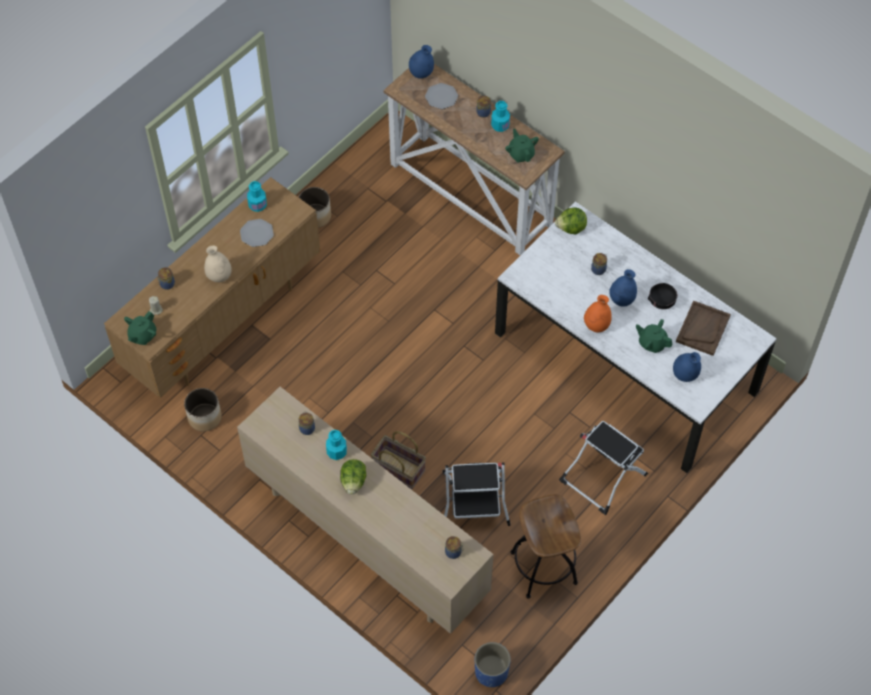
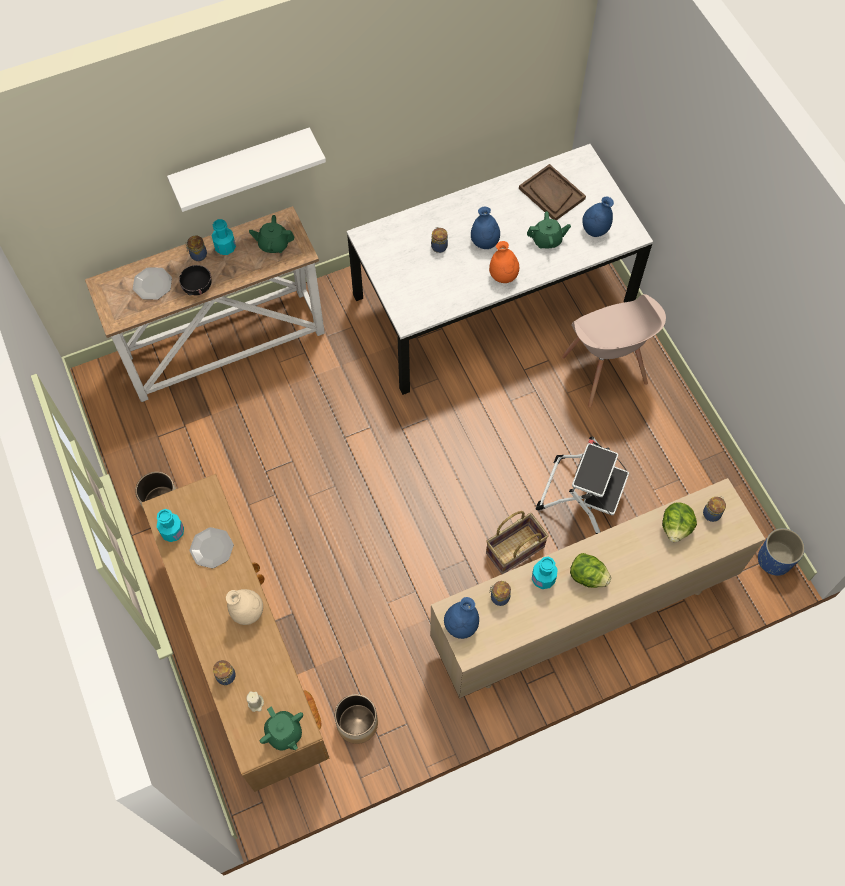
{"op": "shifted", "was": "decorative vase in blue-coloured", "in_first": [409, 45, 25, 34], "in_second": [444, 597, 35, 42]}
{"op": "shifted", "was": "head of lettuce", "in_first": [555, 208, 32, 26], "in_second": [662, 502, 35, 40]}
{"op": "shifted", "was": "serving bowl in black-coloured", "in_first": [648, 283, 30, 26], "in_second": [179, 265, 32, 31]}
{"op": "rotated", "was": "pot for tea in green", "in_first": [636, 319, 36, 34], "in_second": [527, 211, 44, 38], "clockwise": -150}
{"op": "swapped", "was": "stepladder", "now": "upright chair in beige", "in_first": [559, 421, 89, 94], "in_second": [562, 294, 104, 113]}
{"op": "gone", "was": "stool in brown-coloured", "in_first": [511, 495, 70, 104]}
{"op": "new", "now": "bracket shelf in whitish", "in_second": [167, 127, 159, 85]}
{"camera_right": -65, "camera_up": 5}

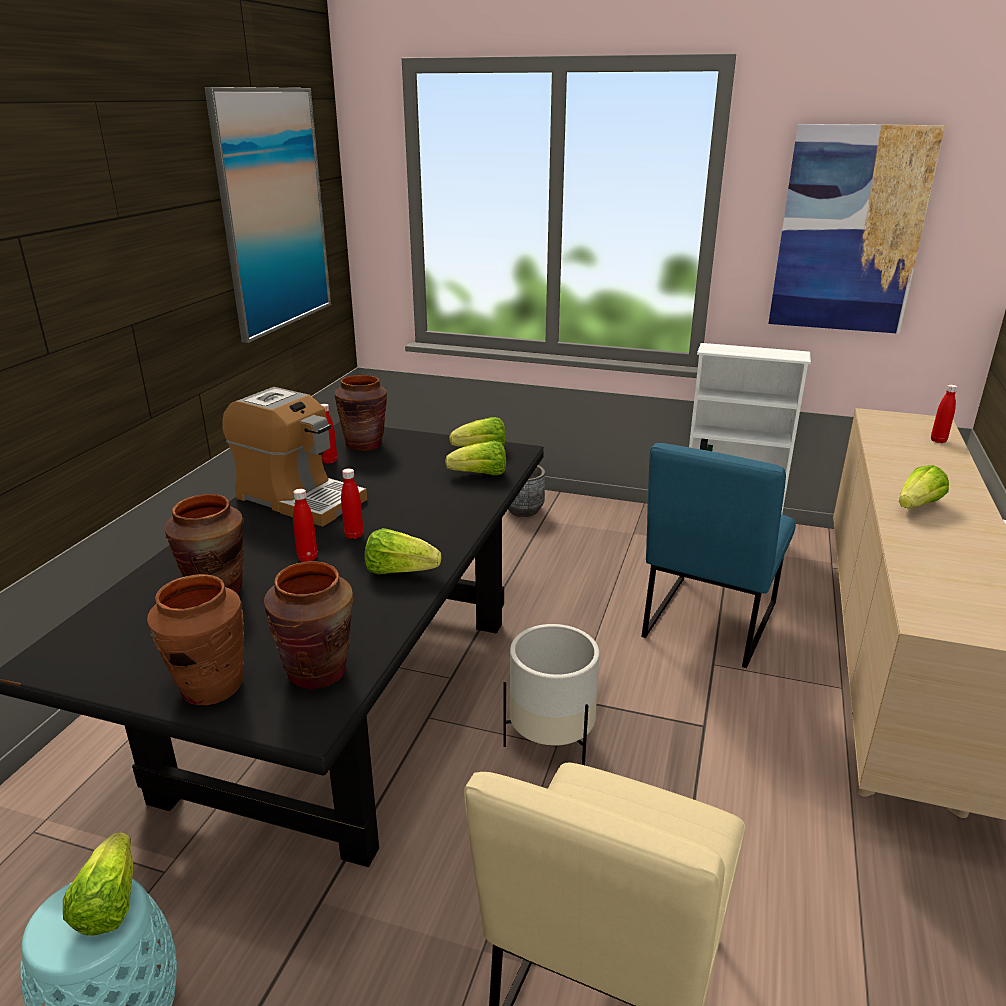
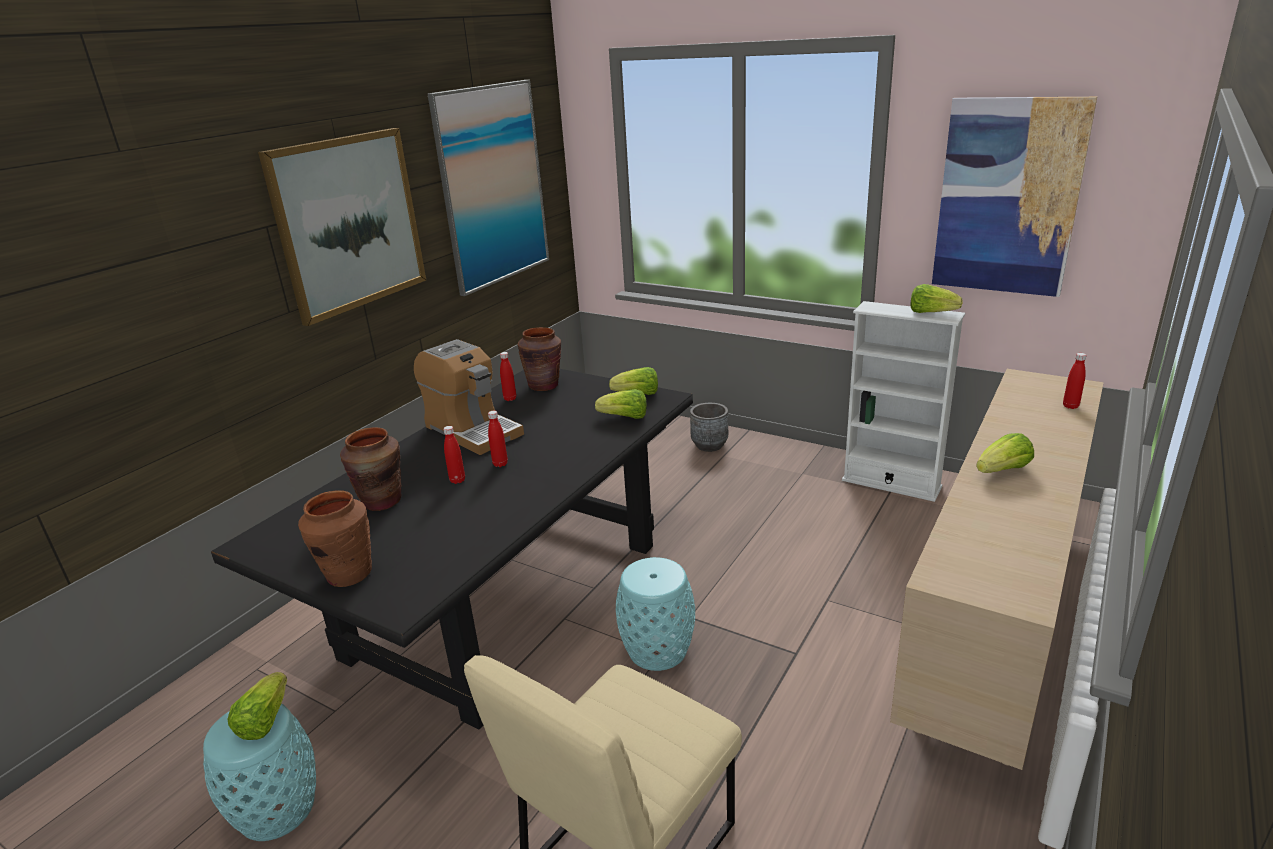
{"op": "gone", "was": "upright chair in blue-coloured", "in_first": [641, 443, 155, 225]}
{"op": "shifted", "was": "head of lettuce", "in_first": [365, 528, 76, 46], "in_second": [911, 284, 52, 29]}
{"op": "gone", "was": "decorative vase in brown-coloured", "in_first": [264, 561, 90, 128]}
{"op": "swapped", "was": "planter in whitish", "now": "stool in blue-green", "in_first": [503, 624, 96, 141], "in_second": [616, 557, 79, 114]}
{"op": "new", "now": "wall picture", "in_second": [258, 128, 168, 198]}
{"camera_right": 15, "camera_up": 0}

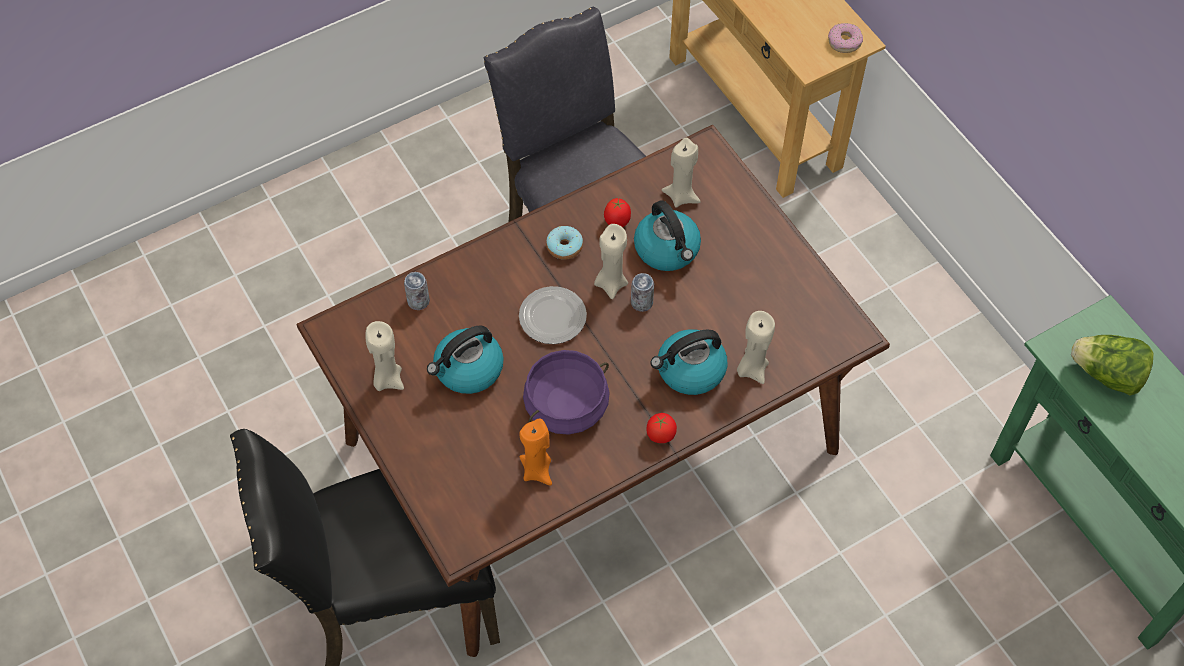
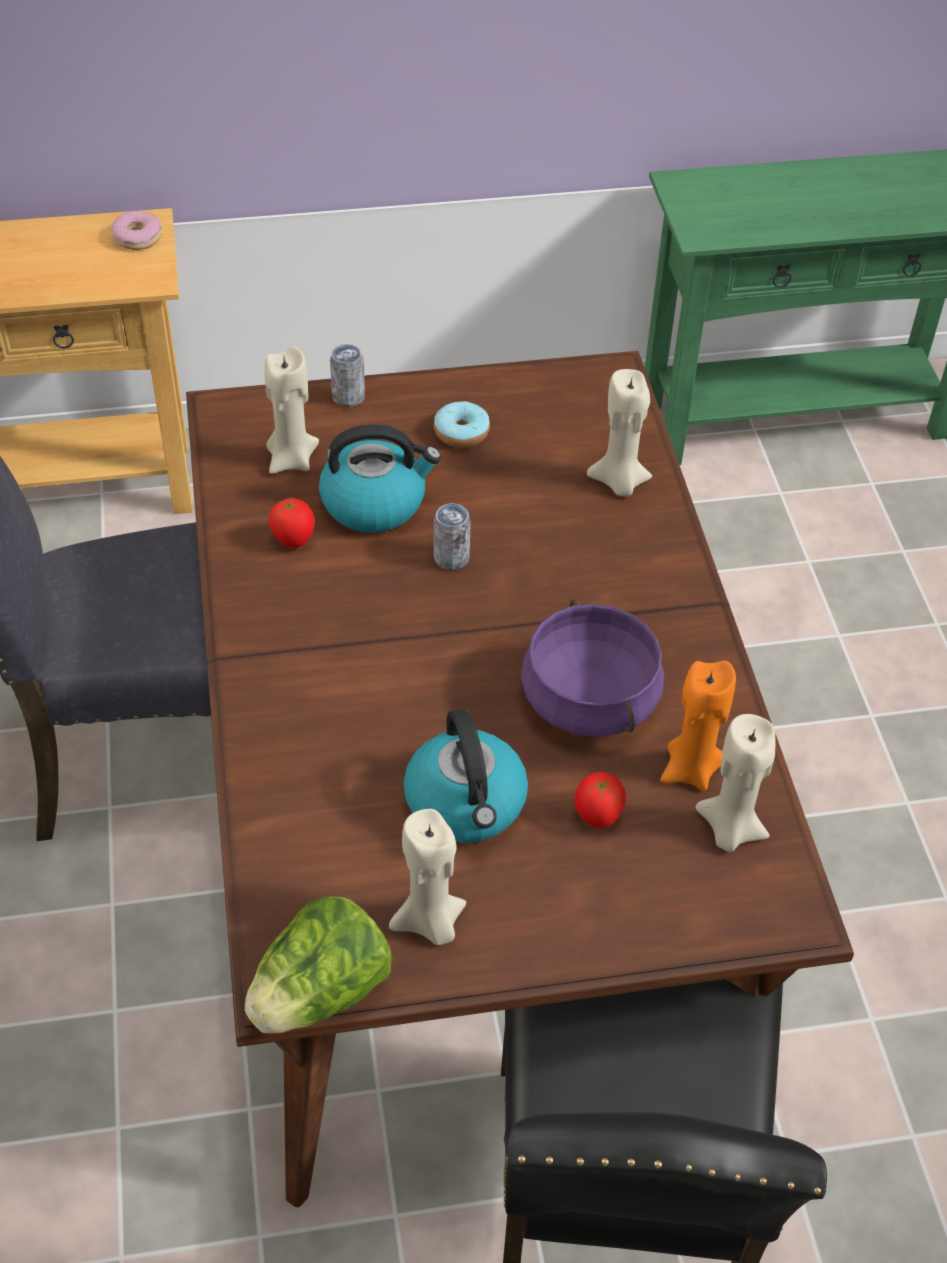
{"op": "shifted", "was": "wax light in beige", "in_first": [594, 224, 34, 75], "in_second": [696, 714, 79, 138]}
{"op": "shifted", "was": "ring doughnut", "in_first": [546, 226, 37, 34], "in_second": [434, 401, 56, 47]}
{"op": "shifted", "was": "metal can", "in_first": [404, 272, 26, 38], "in_second": [330, 344, 35, 63]}
{"op": "gone", "was": "plate", "in_first": [519, 286, 68, 58]}
{"op": "gone", "was": "tea kettle", "in_first": [650, 329, 78, 66]}
{"op": "shifted", "was": "head of lettuce", "in_first": [1071, 335, 83, 61], "in_second": [244, 896, 148, 138]}
{"op": "shifted", "was": "tomato", "in_first": [646, 413, 31, 30], "in_second": [575, 772, 51, 56]}
{"camera_right": -70, "camera_up": -10}

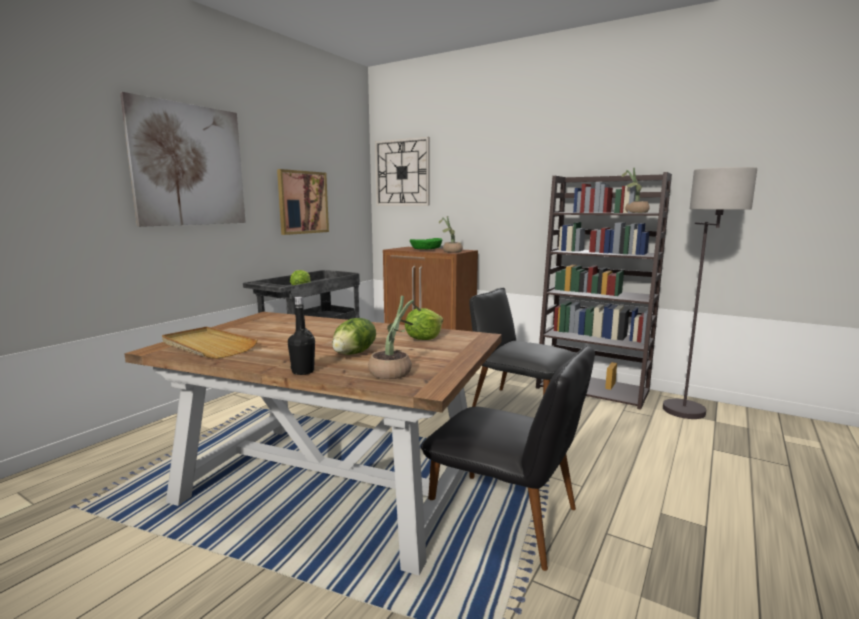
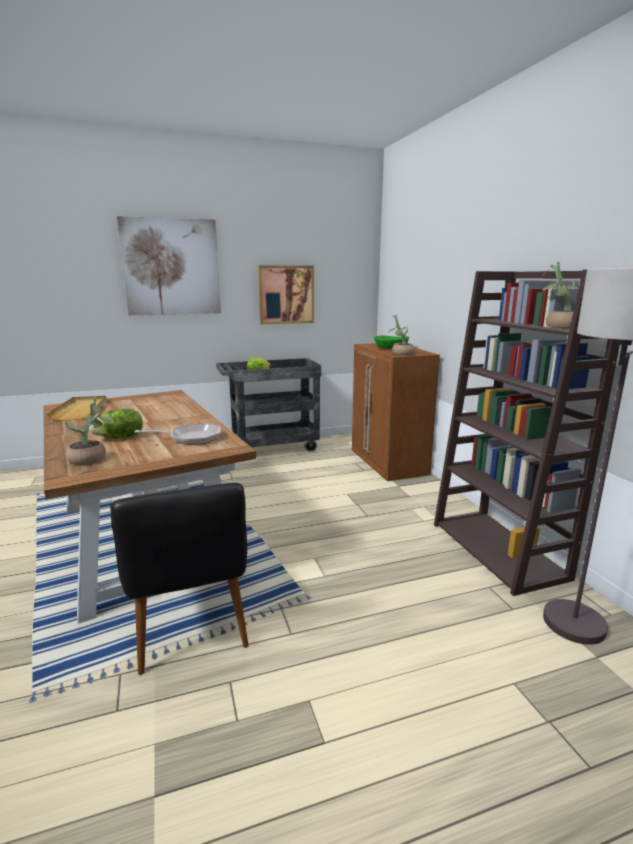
{"op": "gone", "was": "hanging clock", "in_first": [375, 137, 55, 68]}
{"op": "gone", "was": "upright chair in black-coloured", "in_first": [469, 288, 107, 119]}
{"op": "gone", "was": "drink bottle in black-coloured", "in_first": [288, 297, 27, 78]}
{"op": "swapped", "was": "head of lettuce", "now": "frying pan", "in_first": [405, 308, 38, 32], "in_second": [134, 423, 87, 22]}
{"camera_right": 40, "camera_up": 5}

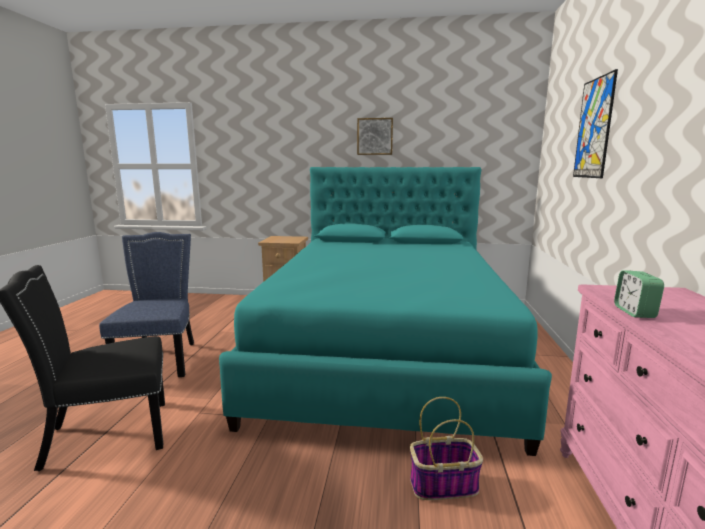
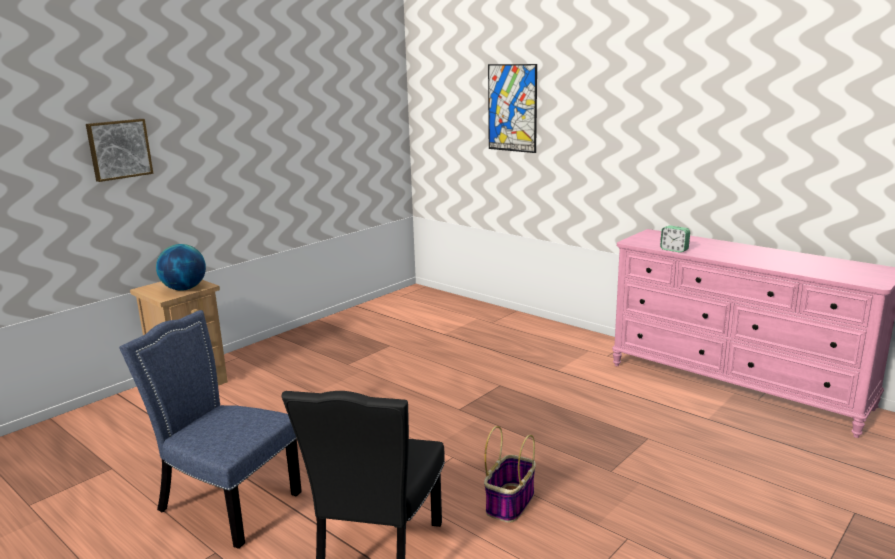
{"op": "shifted", "was": "wall picture", "in_first": [357, 118, 36, 37], "in_second": [86, 119, 67, 63]}
{"op": "gone", "was": "bedroom bed in blue-green", "in_first": [219, 167, 333, 289]}
{"op": "shifted", "was": "household basket", "in_first": [410, 397, 73, 103], "in_second": [484, 426, 52, 97]}
{"op": "new", "now": "world globe", "in_second": [156, 244, 50, 47]}
{"camera_right": -55, "camera_up": 5}

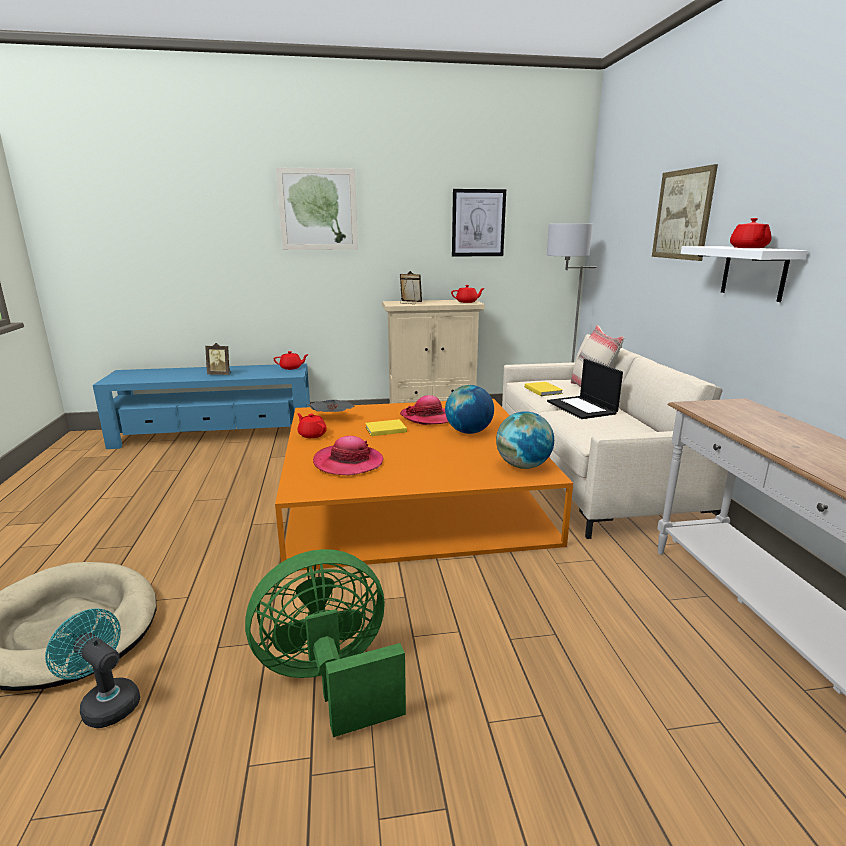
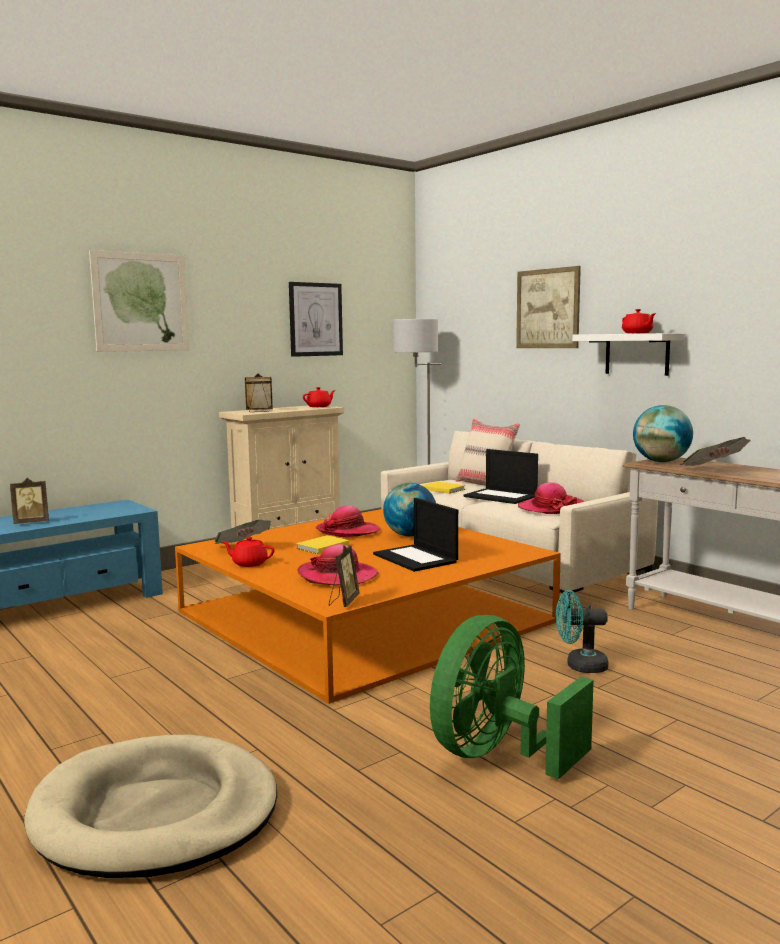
{"op": "gone", "was": "pot for tea in red", "in_first": [274, 351, 35, 19]}
{"op": "shifted", "was": "world globe", "in_first": [496, 411, 58, 58], "in_second": [633, 405, 60, 57]}
{"op": "shifted", "was": "electric fan in blue-green", "in_first": [45, 608, 95, 120], "in_second": [556, 590, 53, 83]}
{"op": "new", "now": "newspaper", "in_second": [679, 437, 71, 29]}
{"op": "new", "now": "wearable hat", "in_second": [518, 482, 66, 32]}
{"op": "new", "now": "portable computer", "in_second": [373, 498, 85, 74]}
{"op": "new", "now": "photo frame", "in_second": [329, 545, 31, 62]}
{"camera_right": -30, "camera_up": -10}

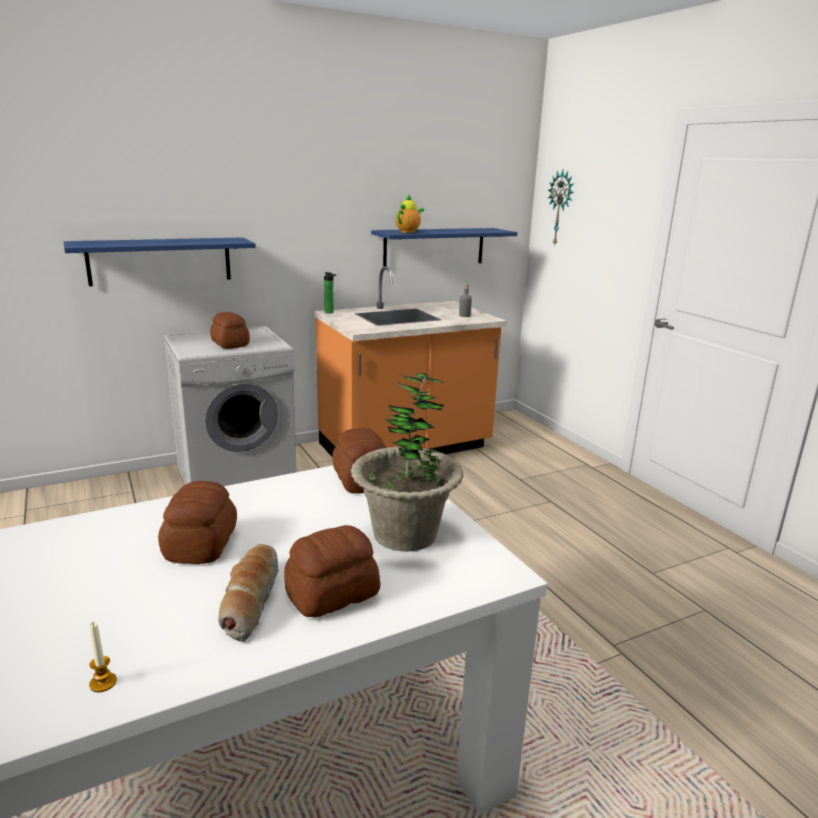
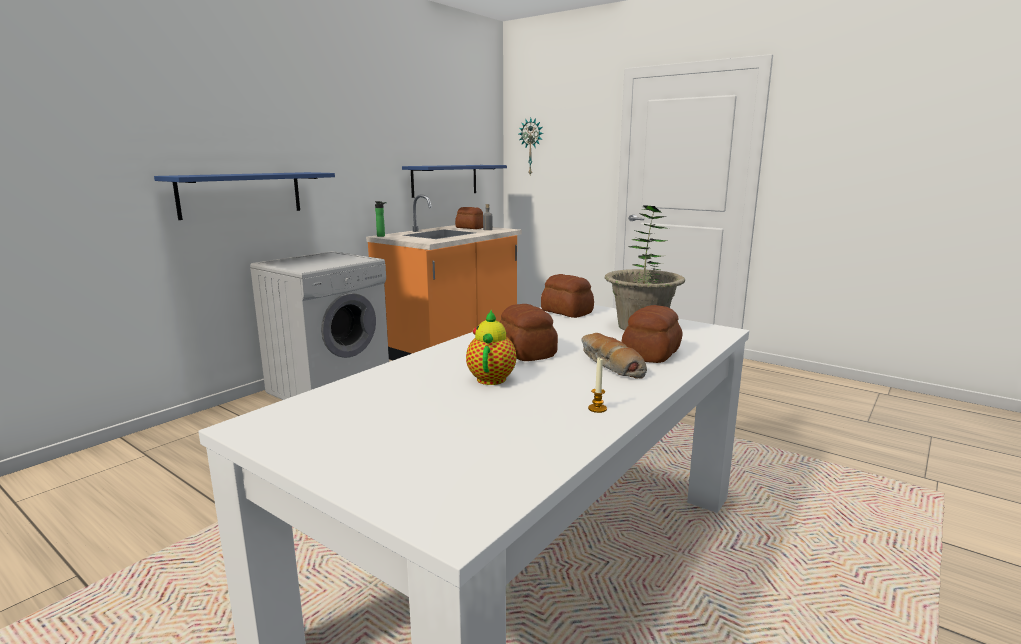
{"op": "shifted", "was": "pot for tea", "in_first": [395, 194, 29, 39], "in_second": [466, 309, 50, 76]}
{"op": "shifted", "was": "bread", "in_first": [210, 312, 40, 37], "in_second": [455, 207, 28, 22]}
{"camera_right": -25, "camera_up": -5}

